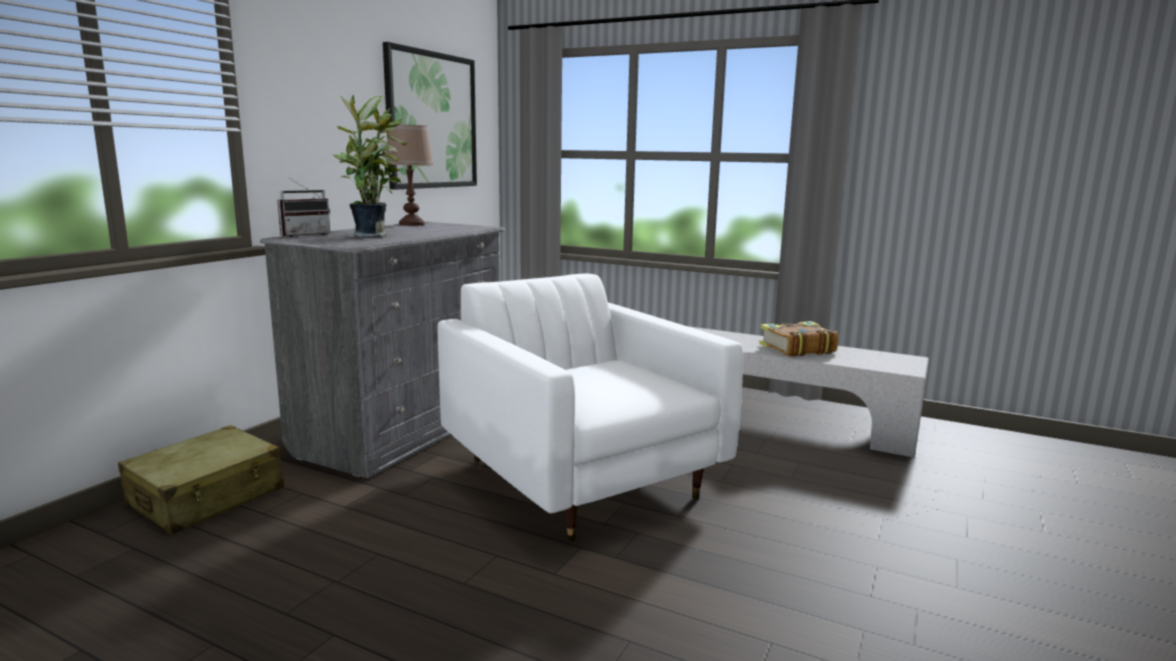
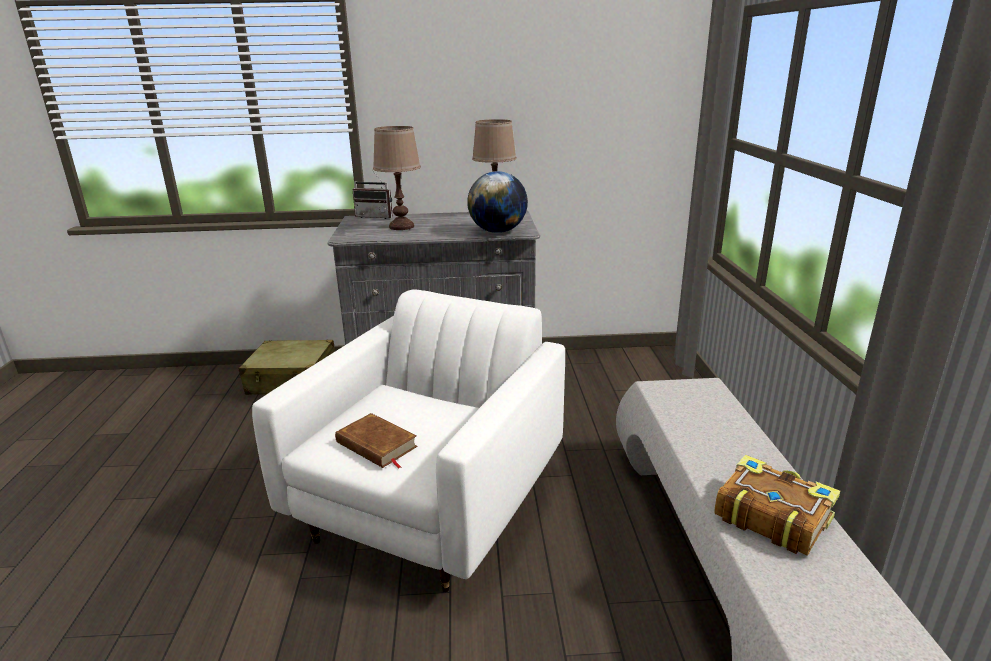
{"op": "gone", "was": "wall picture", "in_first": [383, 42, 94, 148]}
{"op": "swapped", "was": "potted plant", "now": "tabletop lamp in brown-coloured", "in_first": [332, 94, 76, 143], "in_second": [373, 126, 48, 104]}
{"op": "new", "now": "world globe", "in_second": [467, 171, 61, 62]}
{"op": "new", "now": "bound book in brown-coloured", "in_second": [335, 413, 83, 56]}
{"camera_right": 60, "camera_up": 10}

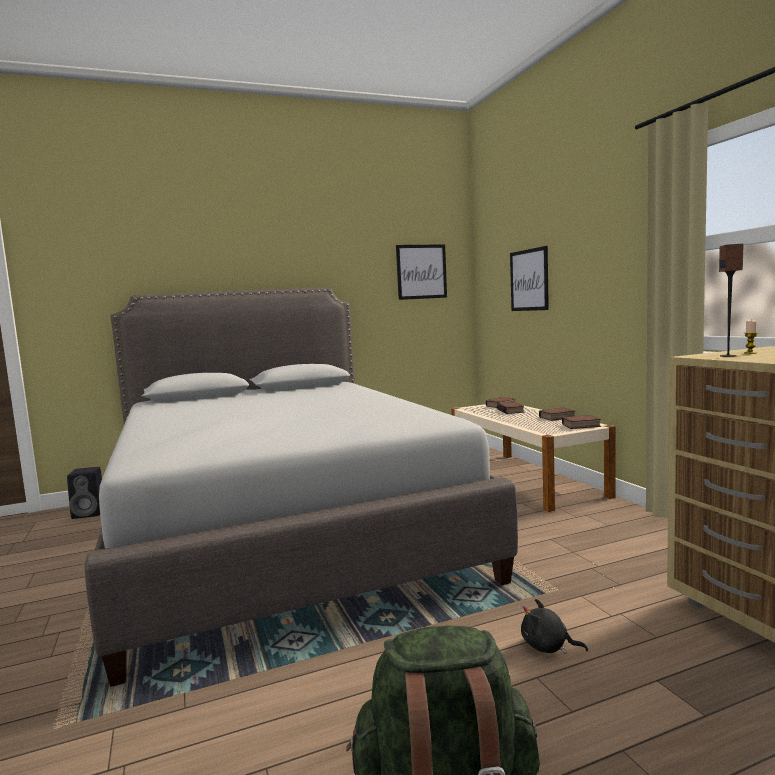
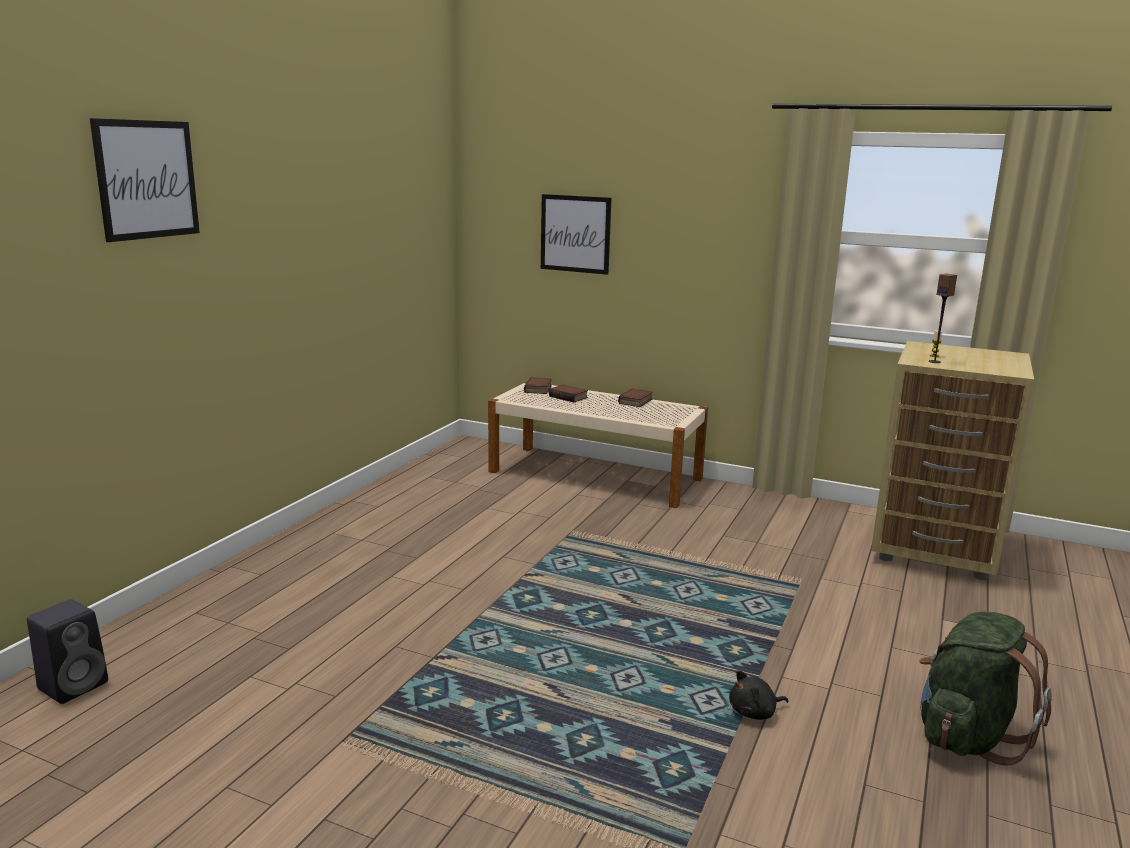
{"op": "shifted", "was": "wall picture", "in_first": [396, 244, 51, 56], "in_second": [90, 118, 110, 124]}
{"op": "gone", "was": "bedroom bed in grey", "in_first": [85, 288, 433, 399]}
{"op": "gone", "was": "bound book", "in_first": [562, 415, 39, 14]}
{"op": "shifted", "was": "cuddly toy in black-coloured", "in_first": [521, 599, 67, 55], "in_second": [729, 670, 60, 50]}
{"camera_right": -45, "camera_up": 10}

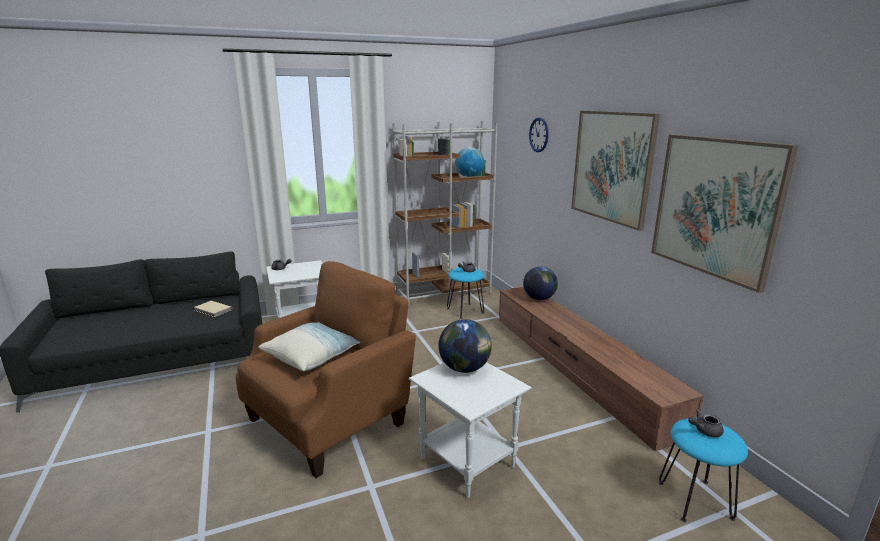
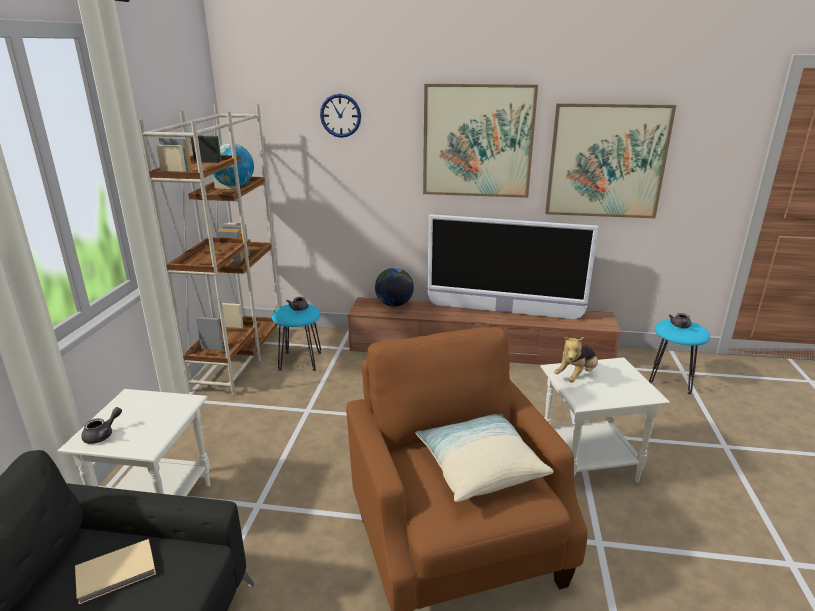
{"op": "swapped", "was": "world globe", "now": "cuddly toy", "in_first": [439, 319, 53, 54], "in_second": [554, 337, 44, 46]}
{"op": "new", "now": "television", "in_second": [428, 214, 170, 105]}
{"camera_right": -60, "camera_up": 5}

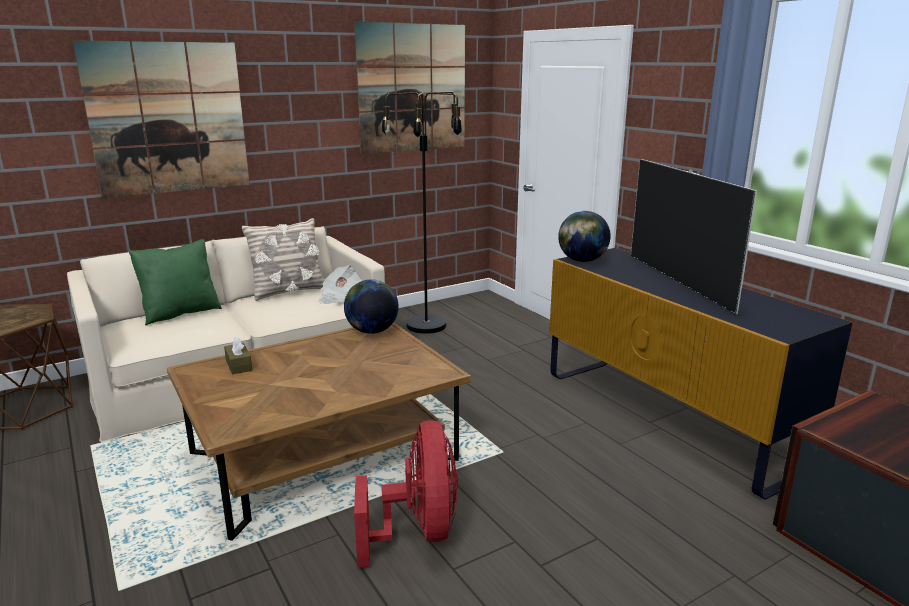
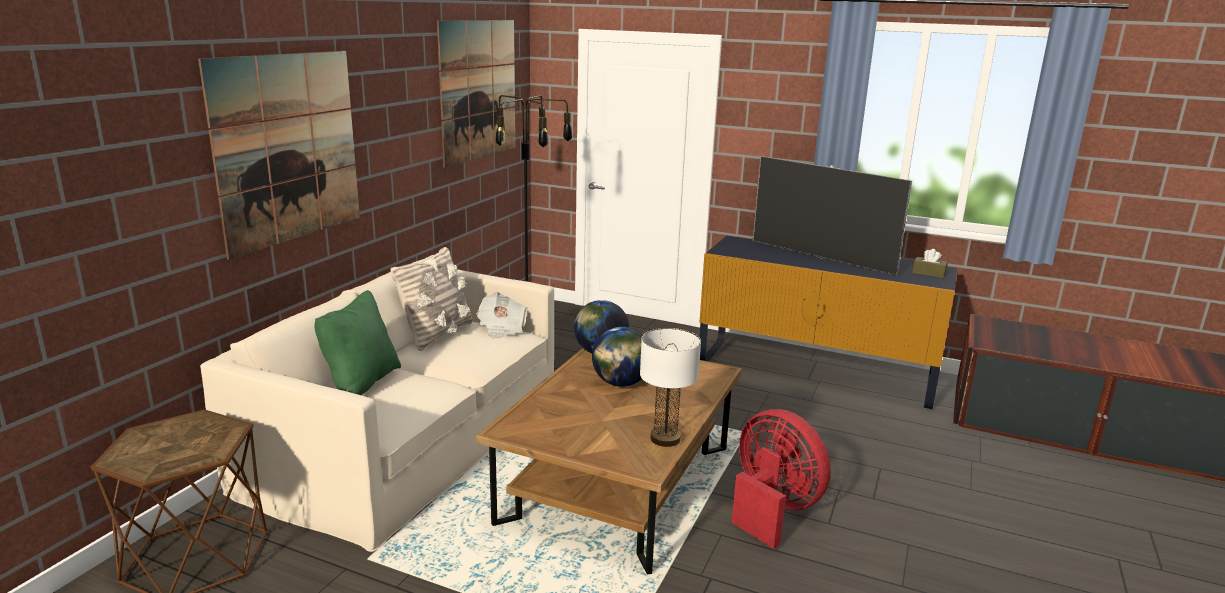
{"op": "shifted", "was": "world globe", "in_first": [558, 211, 53, 51], "in_second": [592, 327, 50, 60]}
{"op": "shifted", "was": "tissue box in brown-coloured", "in_first": [224, 336, 28, 38], "in_second": [912, 249, 36, 29]}
{"op": "new", "now": "tabletop lamp", "in_second": [640, 328, 61, 119]}
{"camera_right": -35, "camera_up": 0}

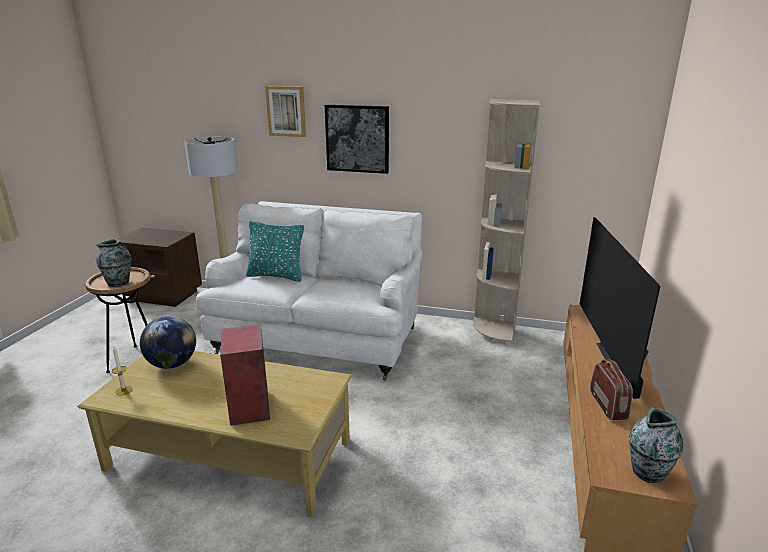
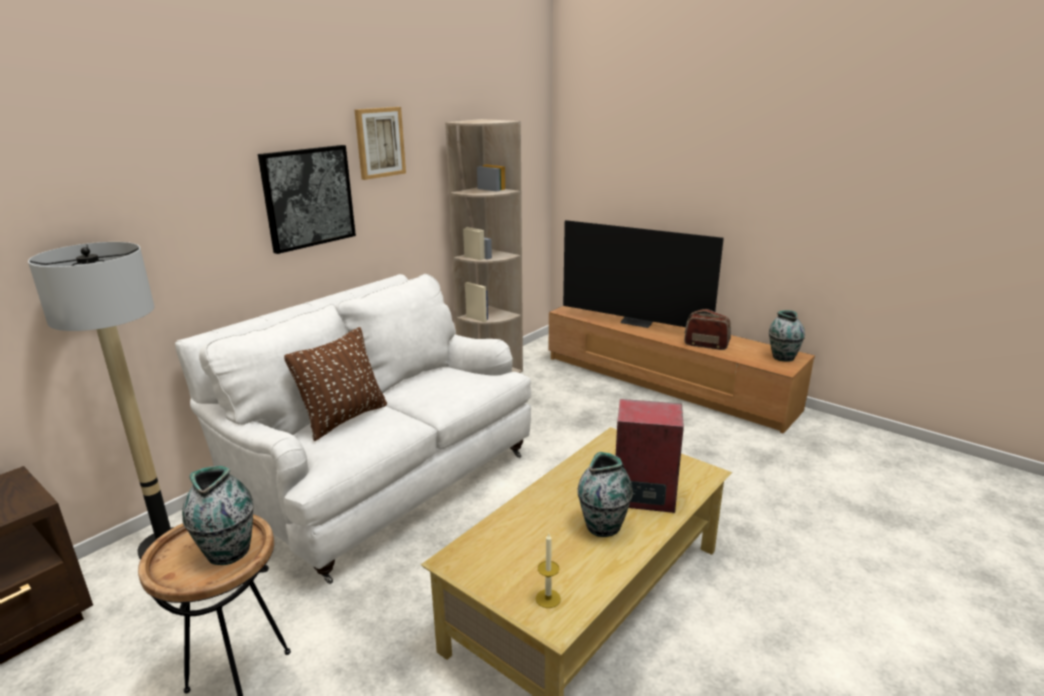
{"op": "shifted", "was": "wall picture", "in_first": [265, 86, 41, 51], "in_second": [355, 107, 51, 73]}
{"op": "repainted", "was": "throw pillow in blue-green", "now": "throw pillow in brown-coloured", "in_first": [246, 221, 58, 61], "in_second": [284, 327, 103, 114]}
{"op": "gone", "was": "world globe", "in_first": [140, 316, 56, 53]}
{"op": "new", "now": "decorative vase", "in_second": [577, 452, 56, 85]}
{"camera_right": -65, "camera_up": 0}

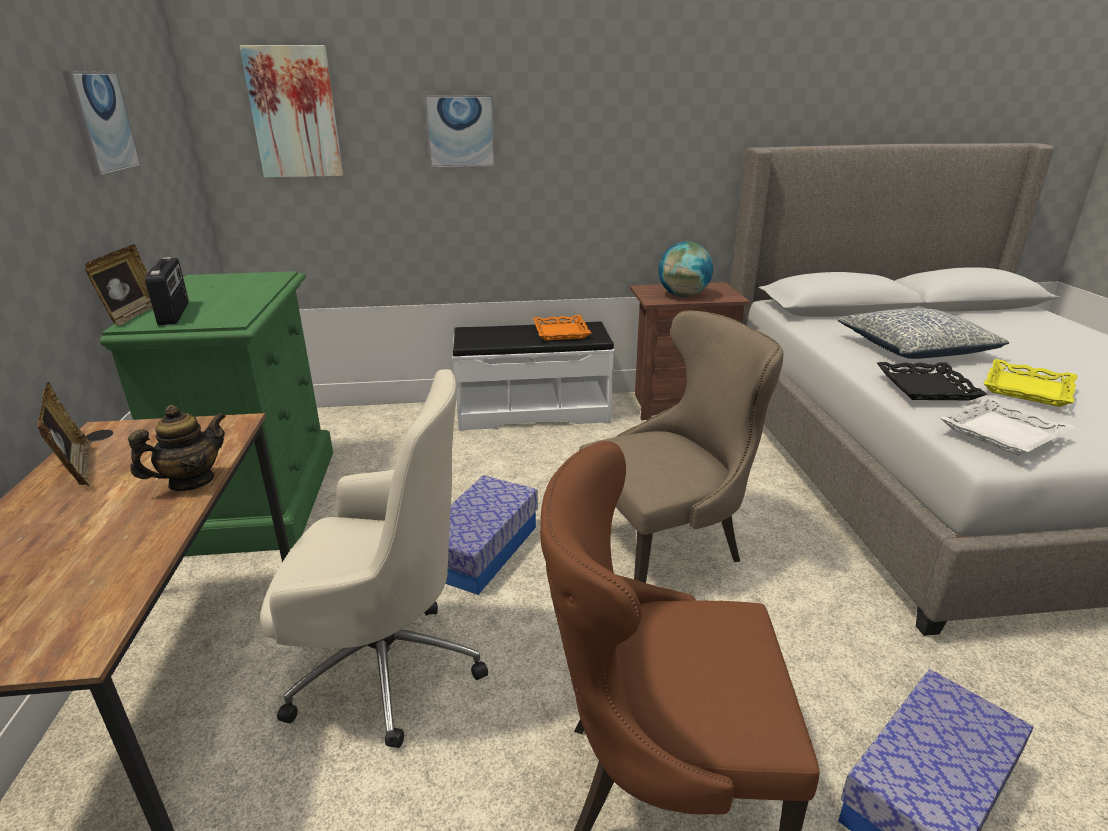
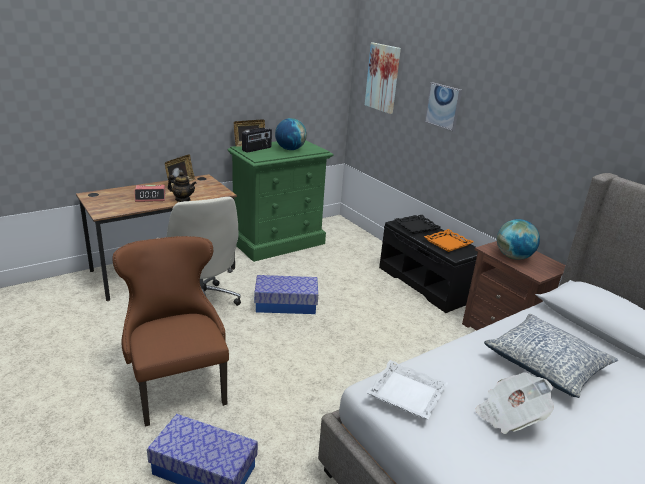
{"op": "gone", "was": "wall picture", "in_first": [62, 71, 79, 106]}
{"op": "gone", "was": "upright chair in beige", "in_first": [579, 310, 204, 273]}
{"op": "repainted", "was": "indoor bench in whitish", "now": "indoor bench in black-coloured", "in_first": [452, 321, 162, 110], "in_second": [379, 215, 99, 98]}
{"op": "swapped", "was": "carrying tray in yellowish", "now": "newspaper", "in_first": [984, 359, 93, 48], "in_second": [476, 373, 78, 61]}
{"op": "shifted", "was": "carrying tray in black-coloured", "in_first": [877, 362, 111, 38], "in_second": [395, 215, 45, 19]}
{"op": "new", "now": "world globe", "in_second": [275, 118, 32, 32]}
{"op": "new", "now": "bedside clock", "in_second": [134, 185, 31, 17]}
{"camera_right": 60, "camera_up": 0}

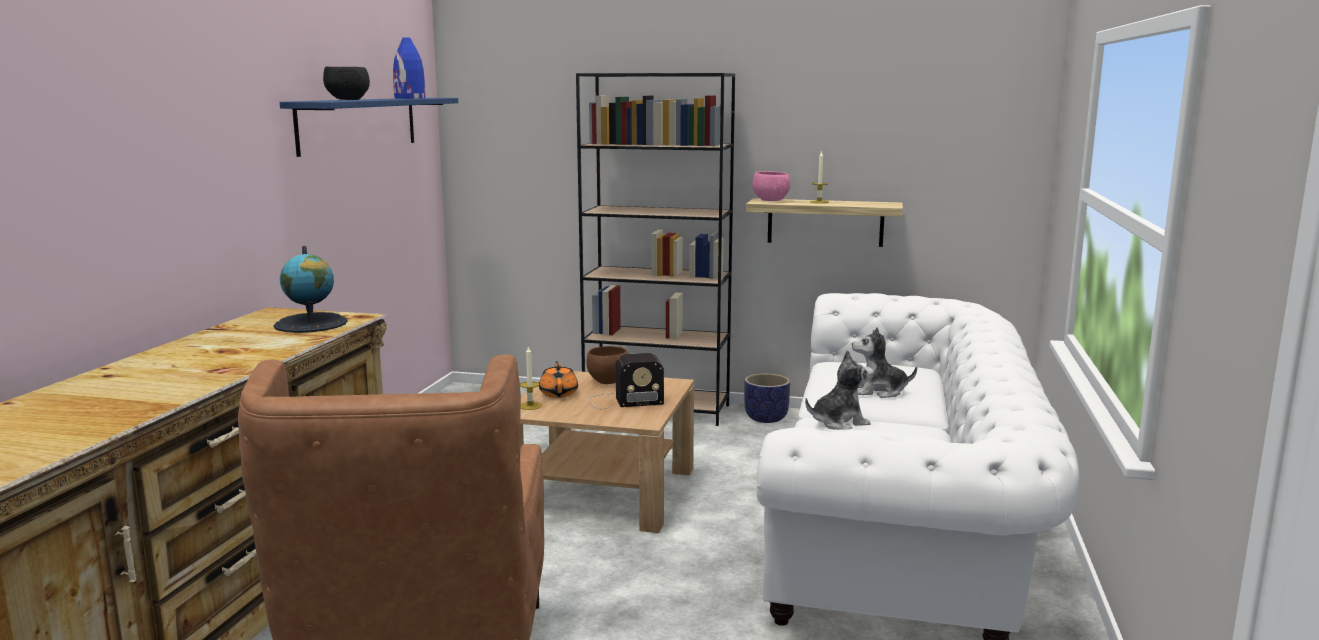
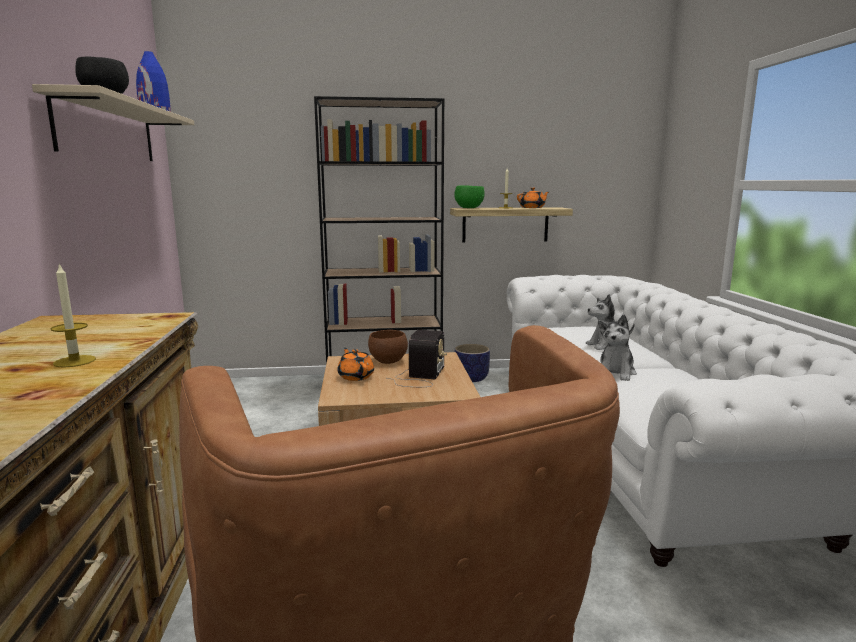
{"op": "repainted", "was": "bracket shelf in blue-coloured", "now": "bracket shelf in beige", "in_first": [280, 98, 178, 59], "in_second": [32, 84, 162, 77]}
{"op": "repainted", "was": "serving bowl in pink-coloured", "now": "serving bowl in green", "in_first": [752, 171, 38, 30], "in_second": [454, 186, 31, 22]}
{"op": "gone", "was": "world globe", "in_first": [273, 246, 75, 87]}
{"op": "shifted", "was": "wax light", "in_first": [520, 346, 22, 64], "in_second": [51, 263, 45, 105]}
{"op": "rotated", "was": "cuddly toy", "in_first": [805, 350, 69, 80], "in_second": [598, 314, 39, 67], "clockwise": 150}
{"op": "rotated", "was": "radio set", "in_first": [588, 353, 76, 56], "in_second": [387, 330, 60, 57], "clockwise": -45}
{"op": "new", "now": "pot for tea in orange", "in_second": [517, 188, 32, 20]}
{"camera_right": -20, "camera_up": 0}

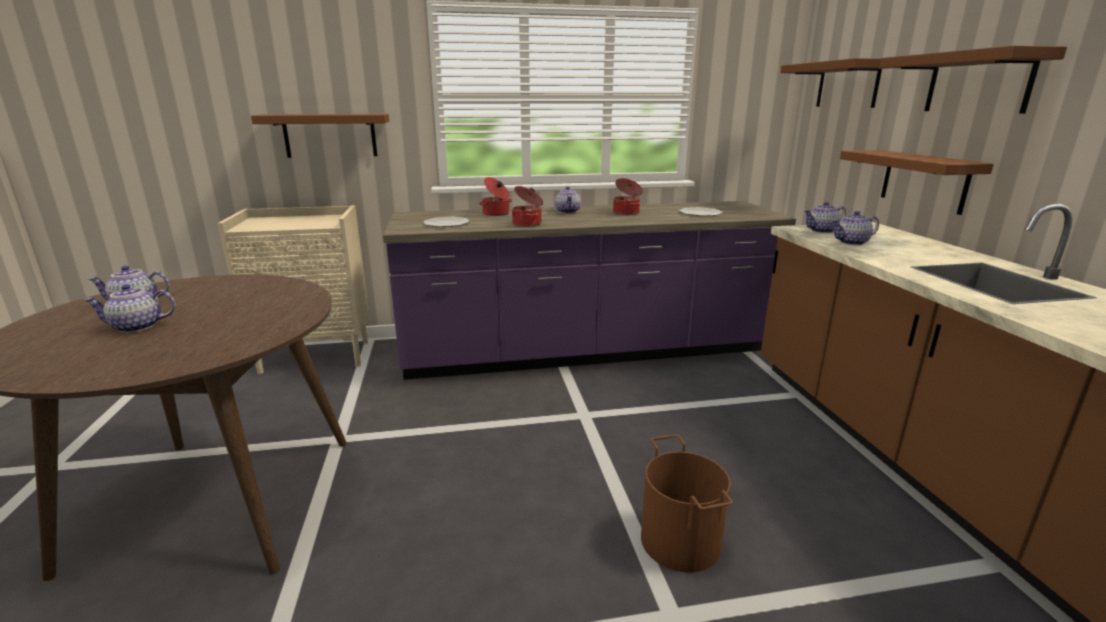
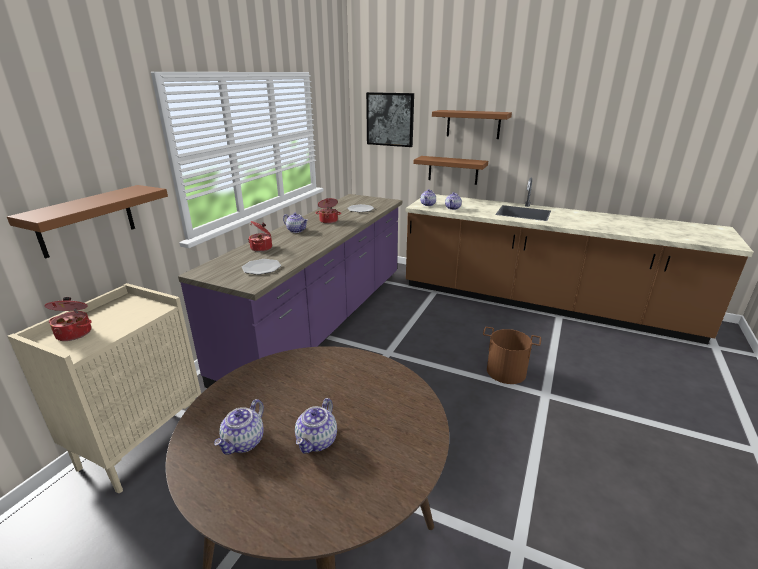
{"op": "swapped", "was": "bracket shelf in brown-coloured", "now": "wall picture", "in_first": [780, 58, 108, 50], "in_second": [366, 92, 48, 55]}
{"op": "shifted", "was": "saucepot", "in_first": [512, 186, 31, 41], "in_second": [45, 297, 47, 44]}
{"camera_right": -55, "camera_up": 5}

